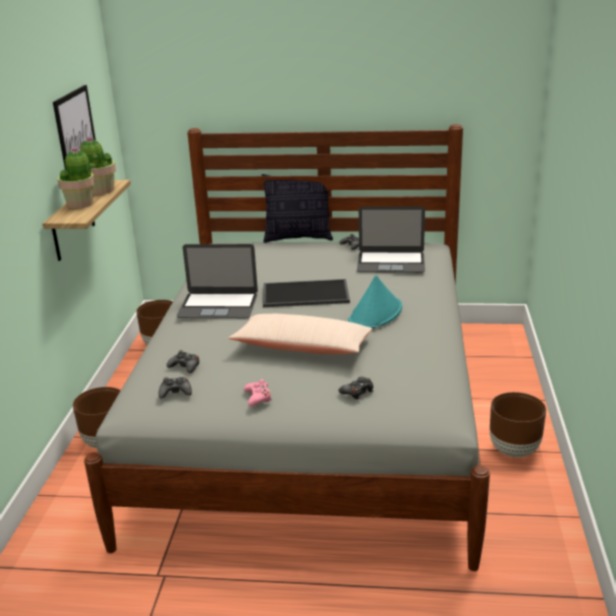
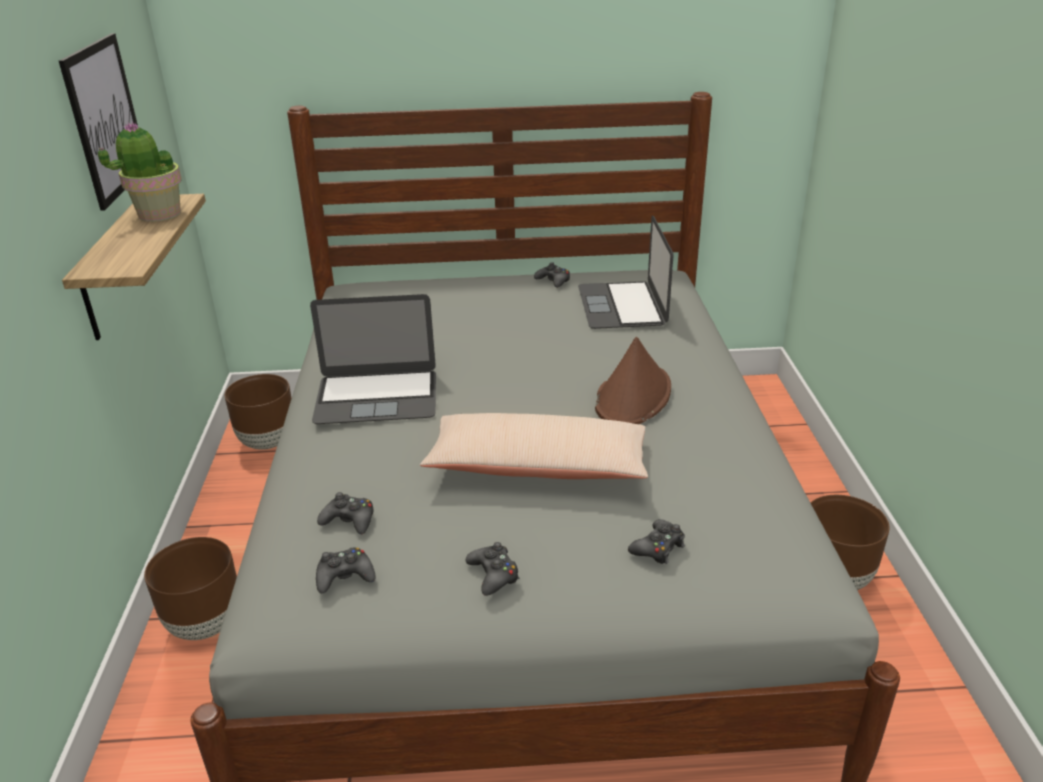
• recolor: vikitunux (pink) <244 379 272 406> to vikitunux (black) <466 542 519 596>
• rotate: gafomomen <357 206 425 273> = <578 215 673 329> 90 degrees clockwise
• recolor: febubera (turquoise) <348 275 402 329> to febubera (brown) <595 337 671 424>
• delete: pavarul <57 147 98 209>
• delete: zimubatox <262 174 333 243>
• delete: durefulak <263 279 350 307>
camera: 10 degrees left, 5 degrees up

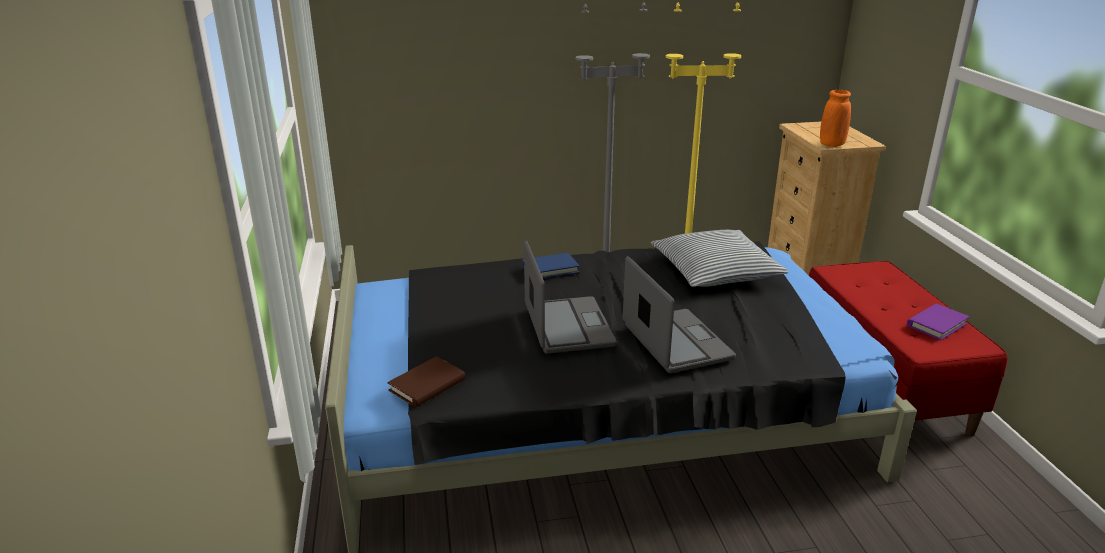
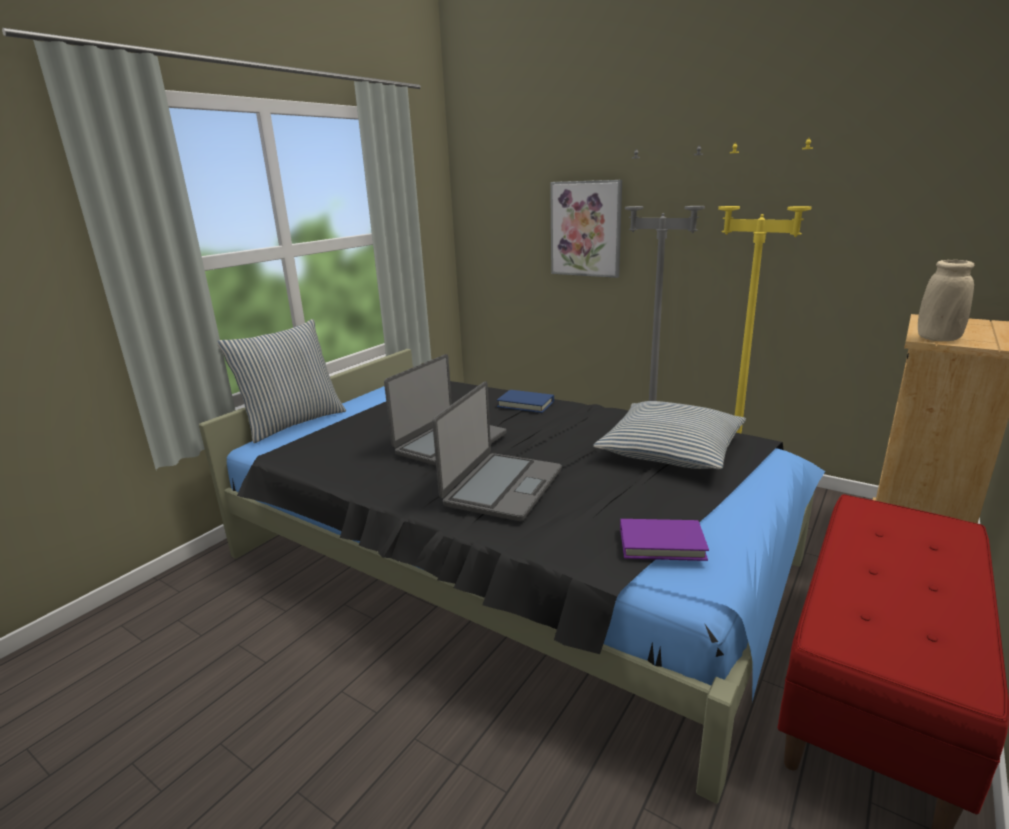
• insert: zimubatox <217 319 346 443>
• insert: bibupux <550 180 622 278>
• move: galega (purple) <907 304 970 340> to <620 519 709 561>
• recolor: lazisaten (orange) <820 90 851 147> to lazisaten (beige) <918 260 975 341>
• delete: galega (brown) <387 356 465 407>
camera: 45 degrees right, 5 degrees down

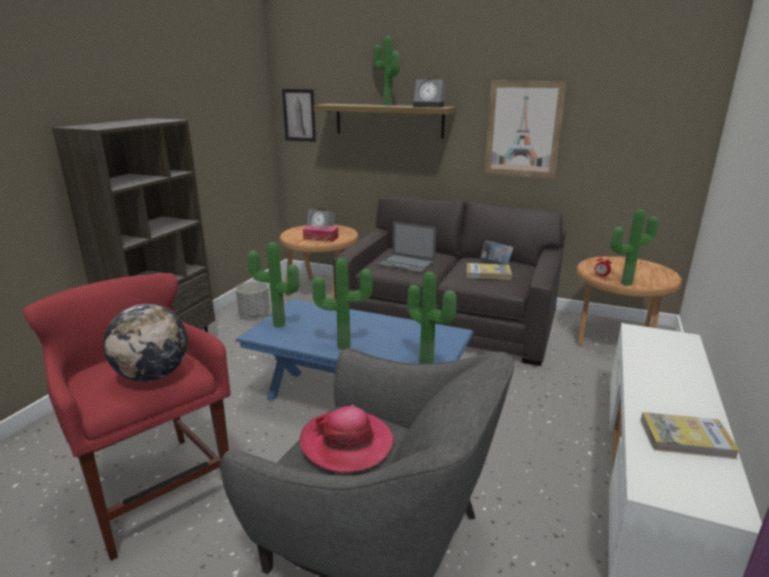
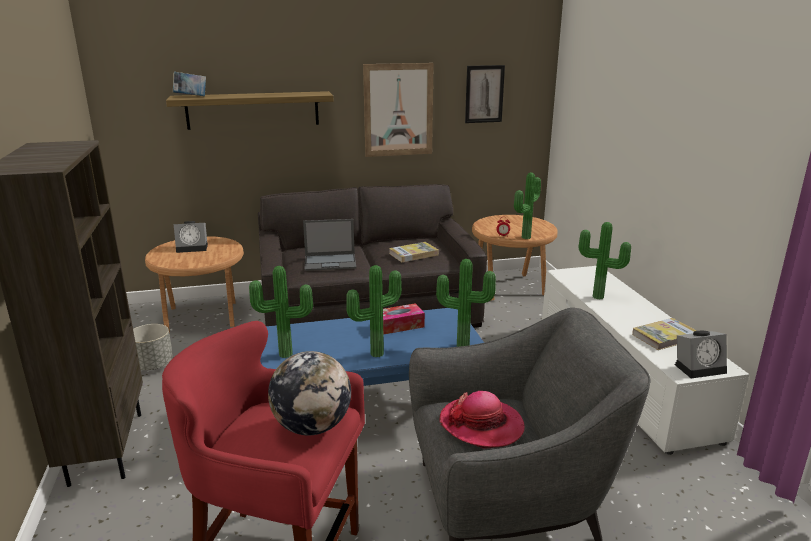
• move: galega <481 240 513 265> to <173 72 206 96>
• move: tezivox <303 225 338 242> to <383 303 425 335>
• move: bibupux <282 89 316 142> to <465 65 505 123>
• move: pavarul <373 36 400 106> to <579 222 631 300>
• move: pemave <413 78 446 108> to <675 331 727 379>
camera: 35 degrees left, 0 degrees up

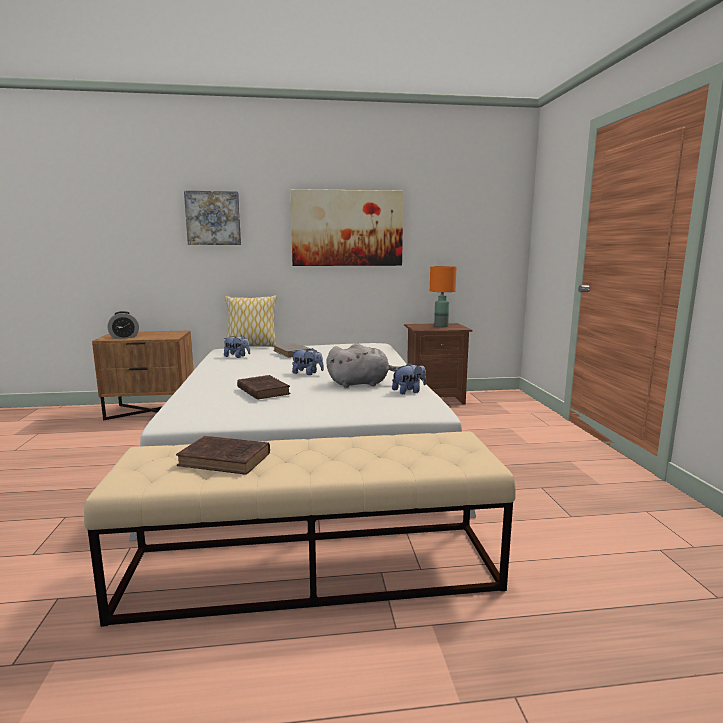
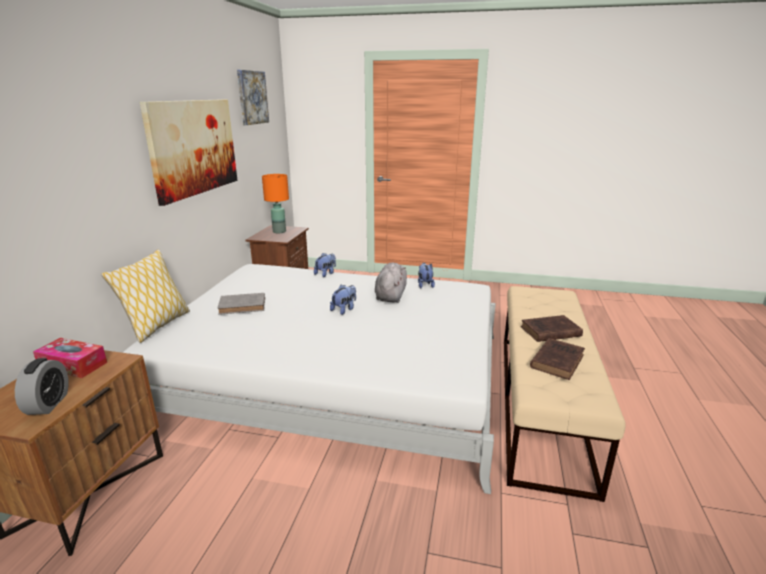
• insert: tezivox <33 338 107 378>
• move: bibupux <184 191 241 245> to <237 70 269 125>
• move: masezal <223 335 250 358> to <314 253 336 277>
• move: galega (brown) <237 375 291 400> to <521 315 583 342>
camera: 70 degrees left, 10 degrees up

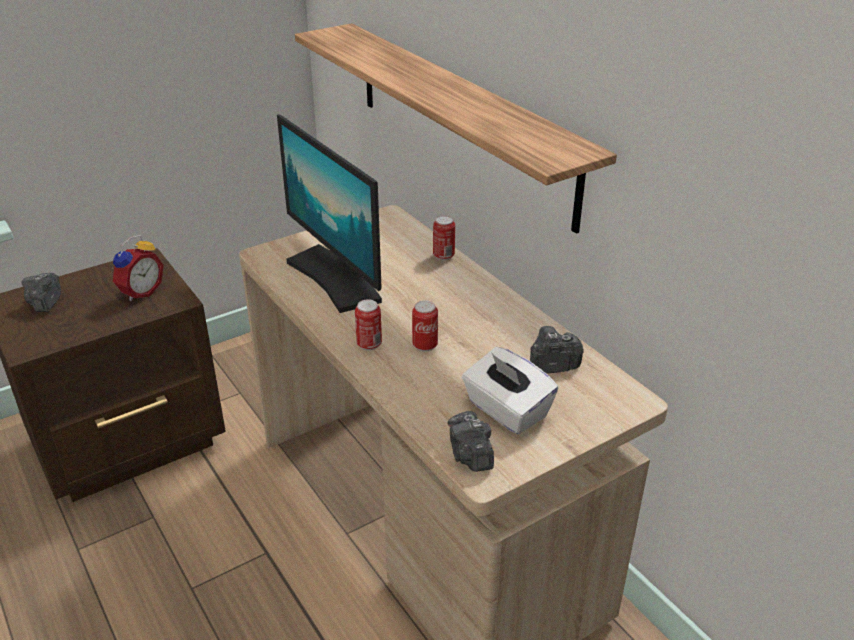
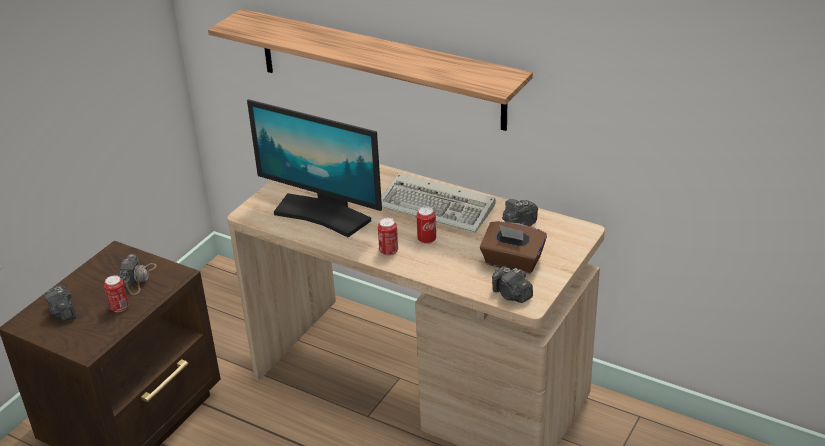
• move: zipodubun <433 216 455 260> to <104 275 129 312>
• replace: pemave <112 235 164 301> to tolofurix <117 254 156 295>
• insert: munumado <381 173 496 233>
• recolor: tezivox (white) <462 347 558 434> to tezivox (brown) <480 221 547 274>
camera: 25 degrees left, 0 degrees up

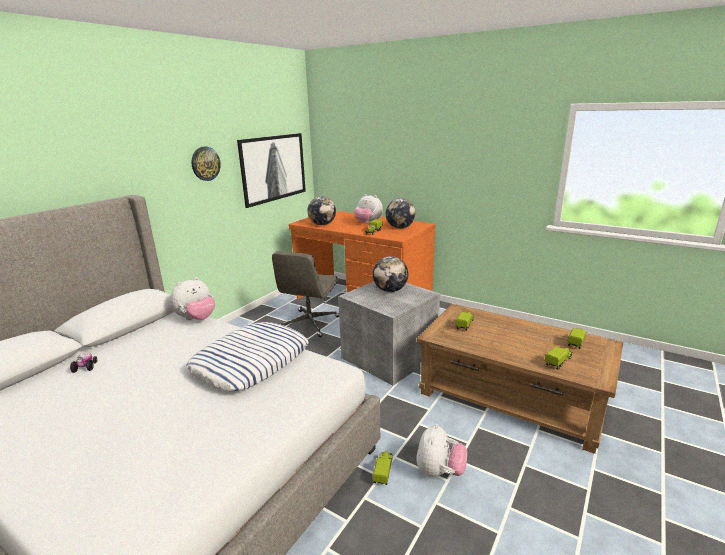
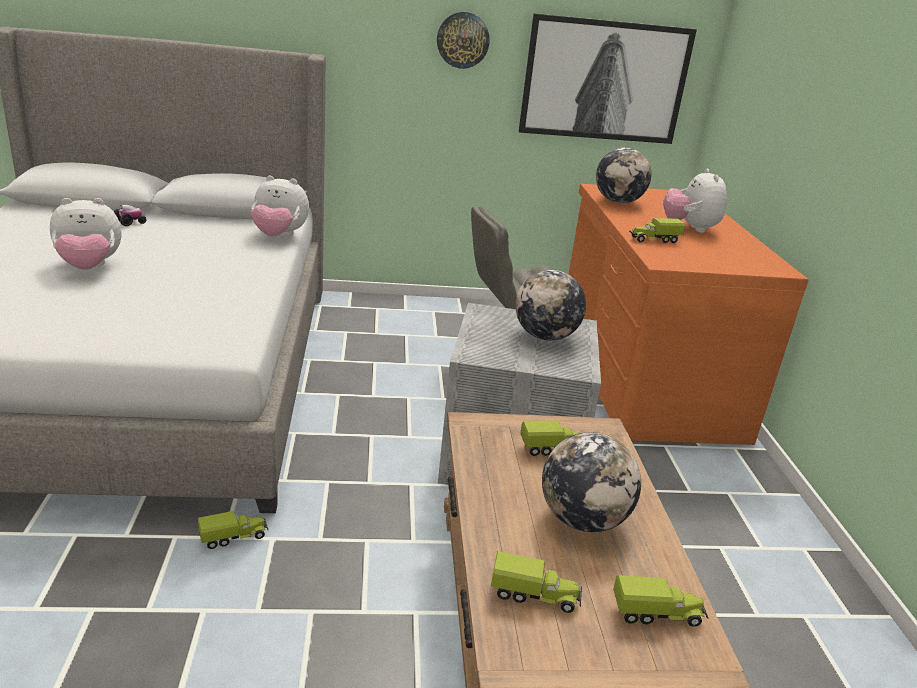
• move: masezal <416 423 467 478> to <50 198 122 270>
• move: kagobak <386 198 415 228> to <542 432 641 532>
• delete: zimubatox <186 322 309 391>
camera: 50 degrees right, 5 degrees up

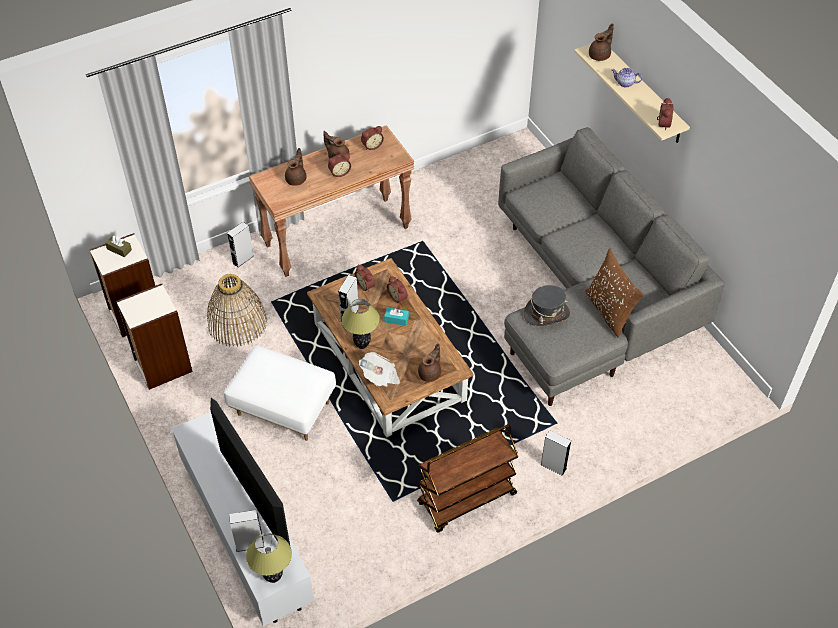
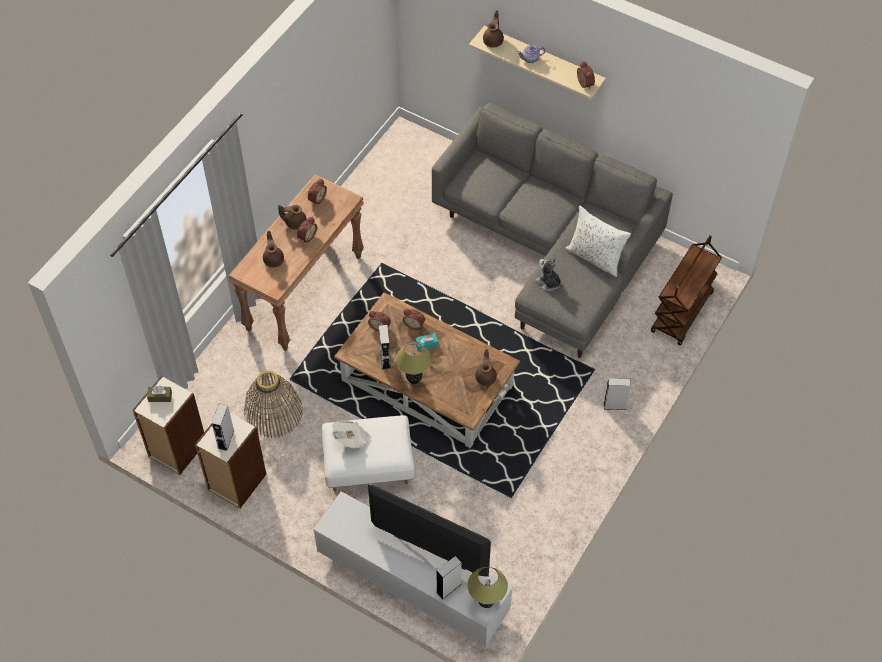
• move: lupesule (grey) <227 222 254 267> to <212 403 234 451>
• move: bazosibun <359 352 400 387> to <331 421 372 449>
• replace: febubera (grey) <524 285 570 326> to masezal <535 257 563 291>
• recolor: zimubatox (brown) <585 249 644 338> to zimubatox (white) <566 206 631 277>
• move: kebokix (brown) <417 424 519 533> to <651 235 722 346>
camera: 30 degrees left, 5 degrees up

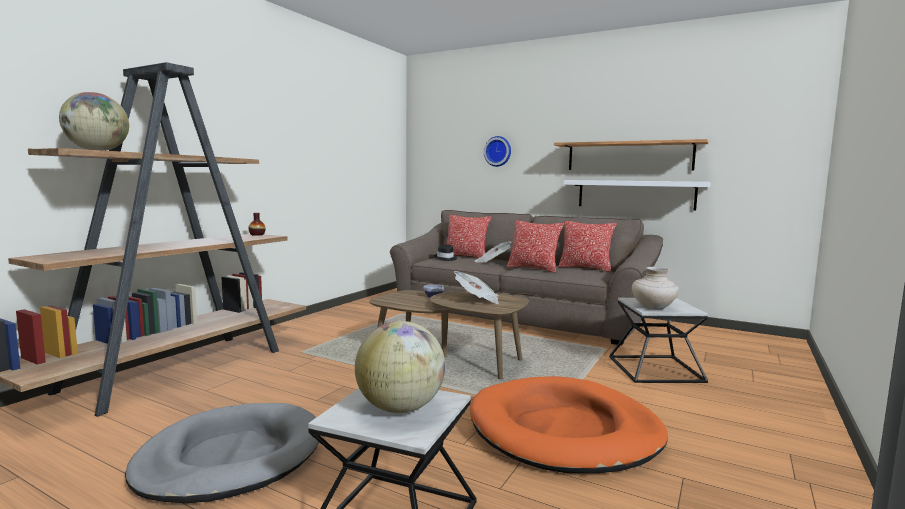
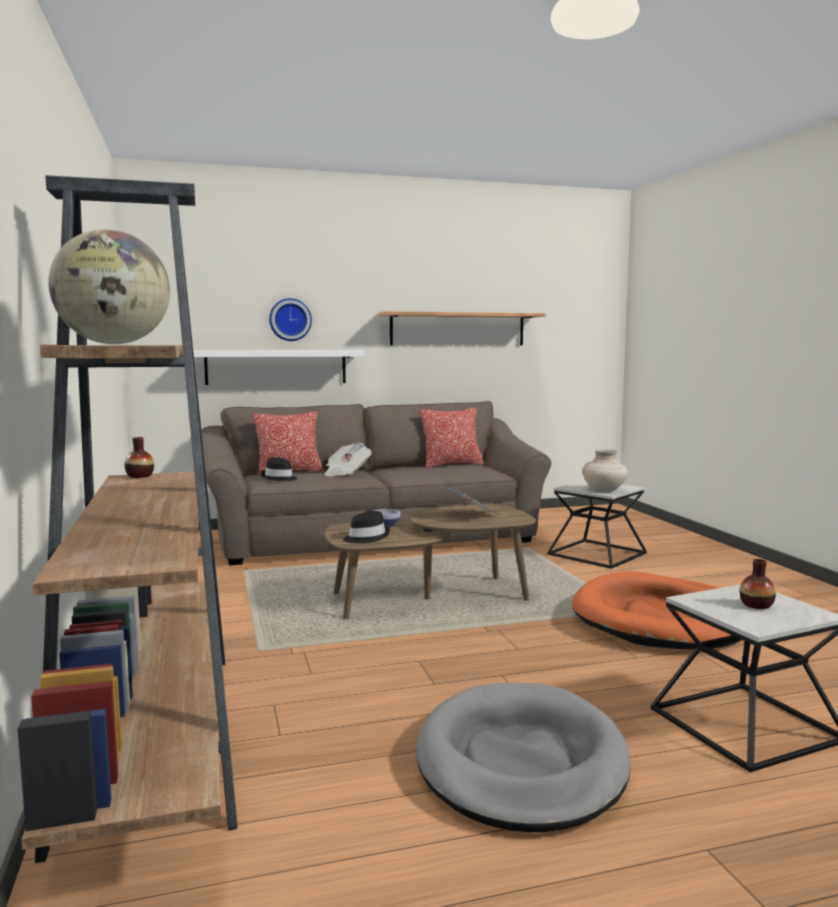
• move: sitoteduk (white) <563 180 710 211> to <193 350 364 385>
• insert: febubera (black) <343 511 390 543>
• replace: kagobak <355 321 445 413> to lazisaten <740 559 776 609>
• delete: zimubatox <507 220 564 273>
camera: 45 degrees left, 0 degrees up

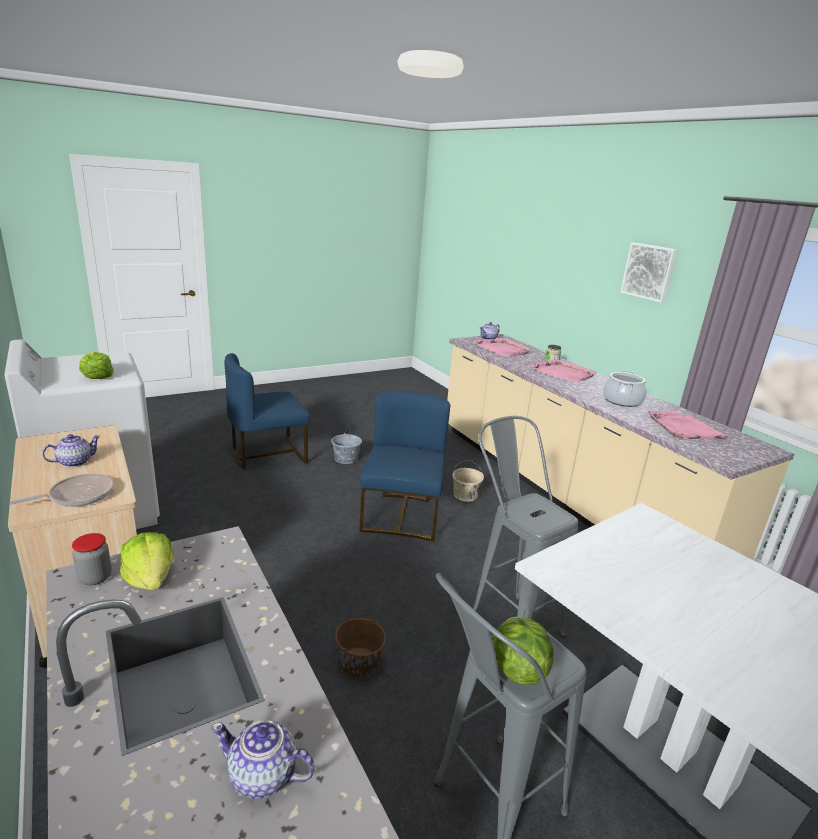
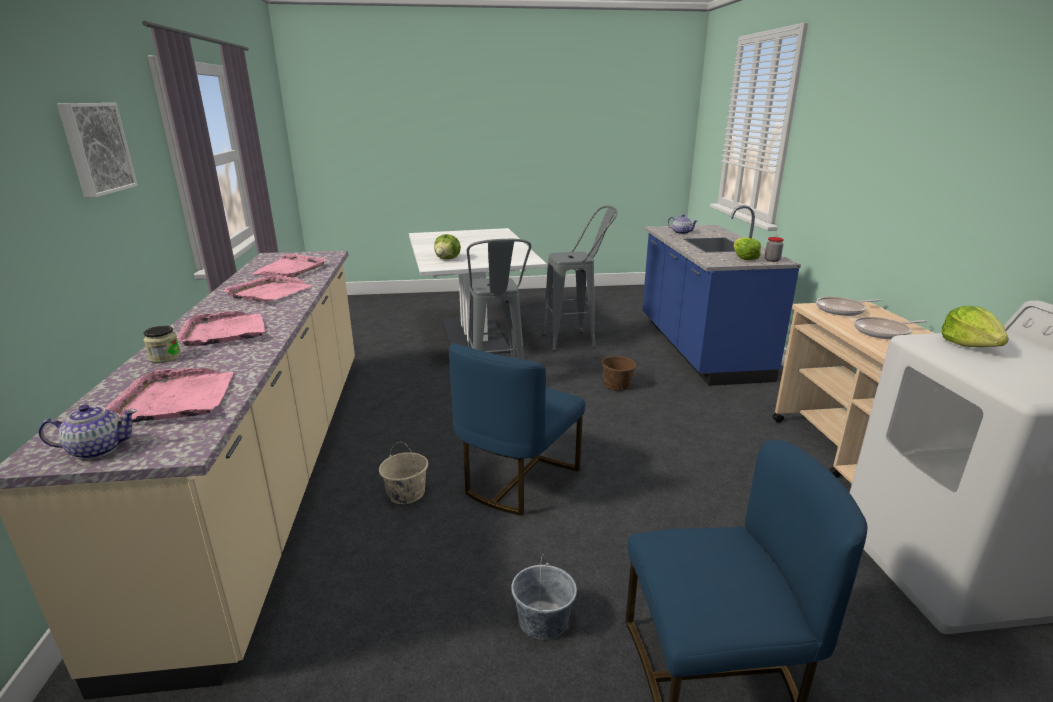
• replace: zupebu <603 370 646 407> to durefulak (pink) <223 275 313 302>
• move: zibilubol <492 617 554 685> to <434 234 461 259>
• replace: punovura <42 434 101 467> to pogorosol <854 317 927 339>
camera: 155 degrees left, 0 degrees up

